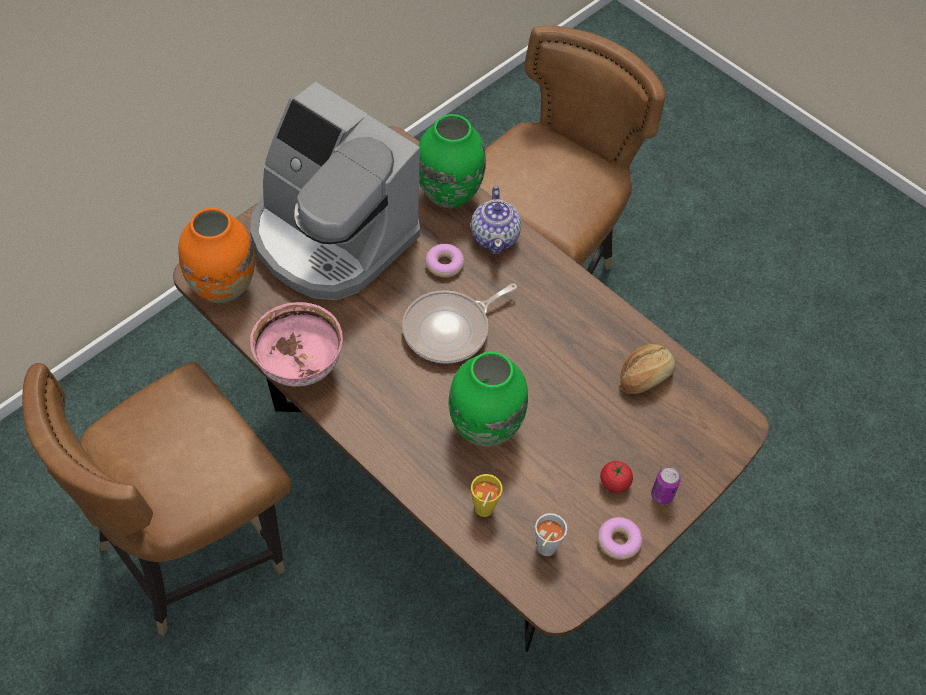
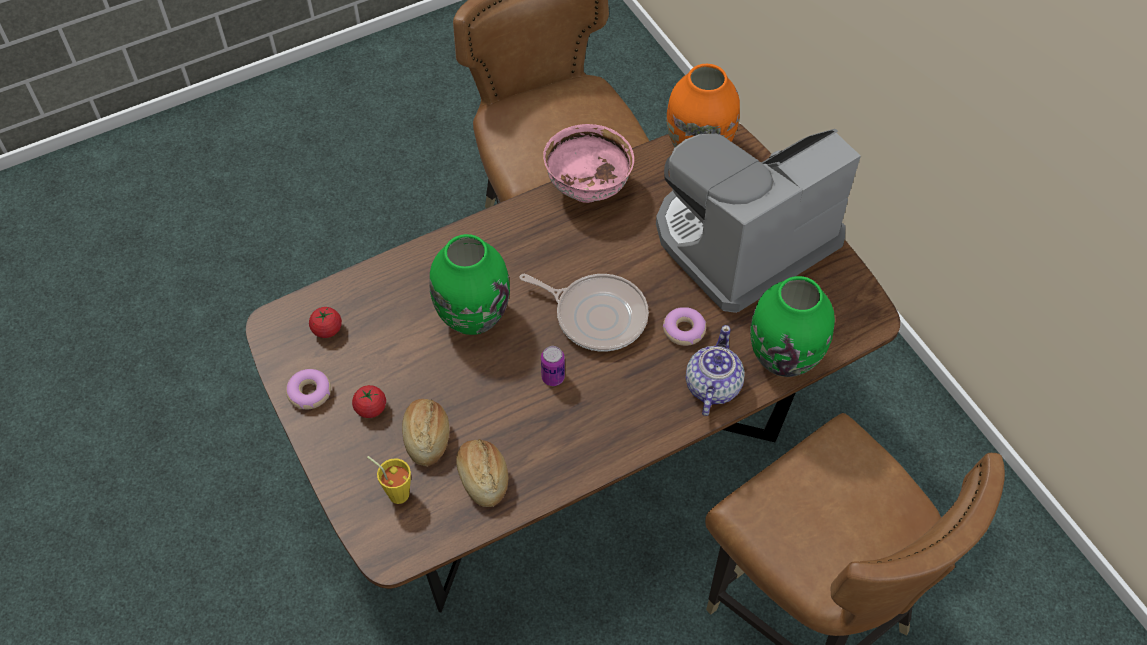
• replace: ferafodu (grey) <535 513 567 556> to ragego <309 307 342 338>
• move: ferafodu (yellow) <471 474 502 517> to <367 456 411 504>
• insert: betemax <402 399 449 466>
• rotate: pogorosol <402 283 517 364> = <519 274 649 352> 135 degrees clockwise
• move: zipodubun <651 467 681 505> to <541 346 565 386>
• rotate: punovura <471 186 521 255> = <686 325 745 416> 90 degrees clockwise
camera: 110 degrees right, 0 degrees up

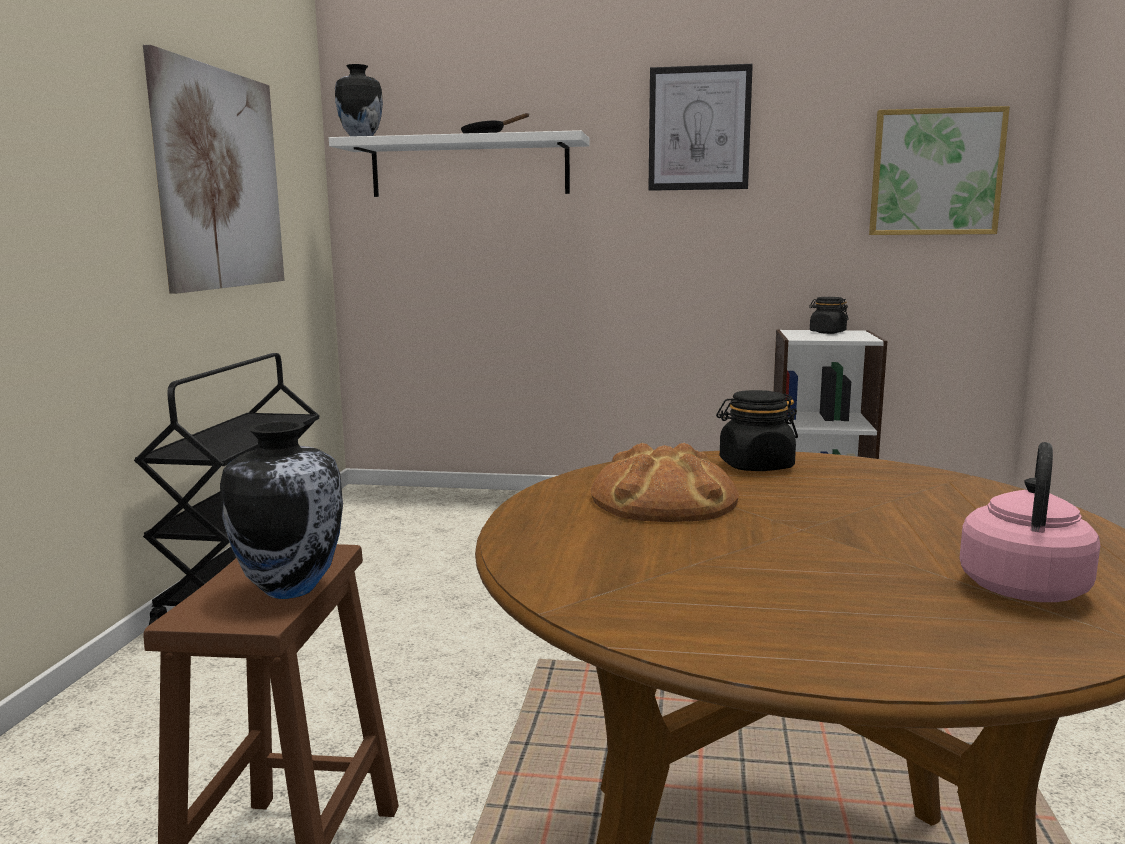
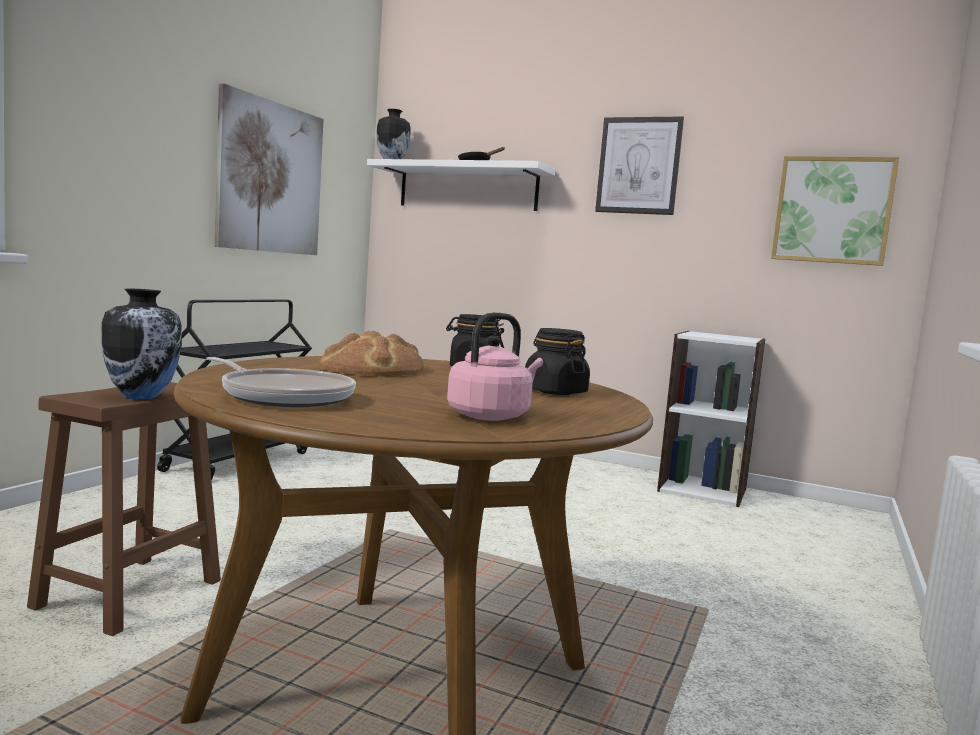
• insert: pogorosol <206 357 356 407>
• move: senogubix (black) <809 297 848 334> to <525 328 590 395>
camera: 15 degrees right, 5 degrees down

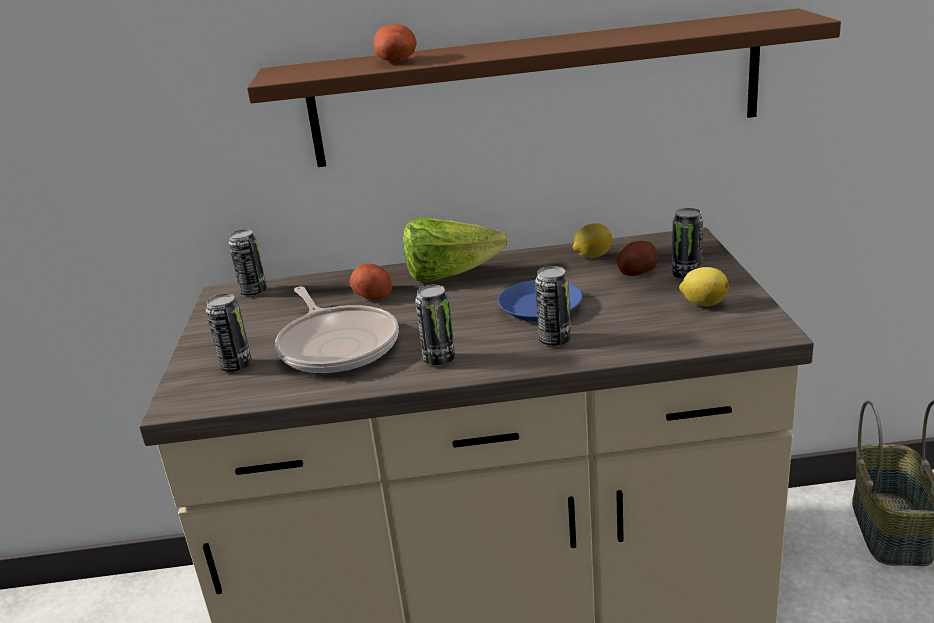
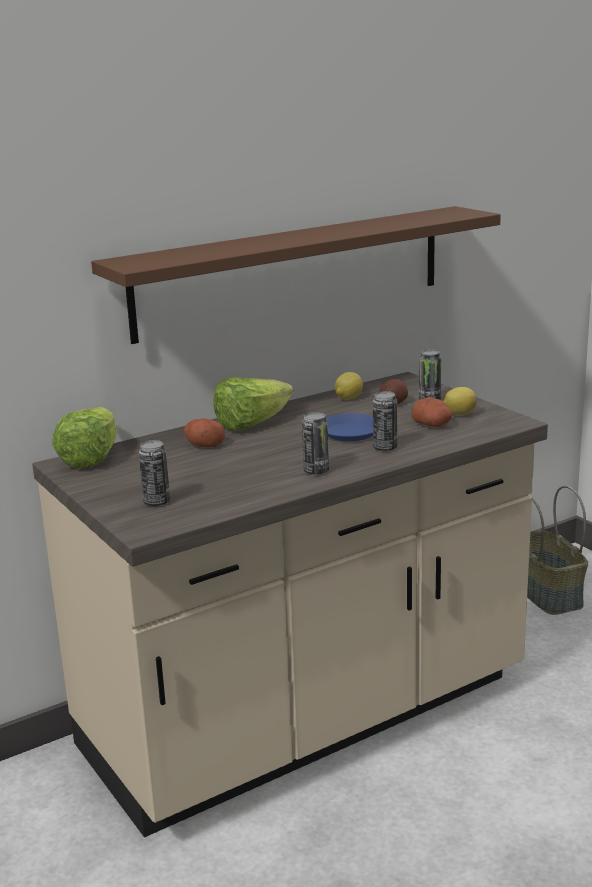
• replace: zipodubun <229 229 267 296> to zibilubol <52 407 117 469>
• move: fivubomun <373 24 417 62> to <412 397 452 427>
• delete: pogorosol <275 286 399 374>
camera: 30 degrees left, 5 degrees down

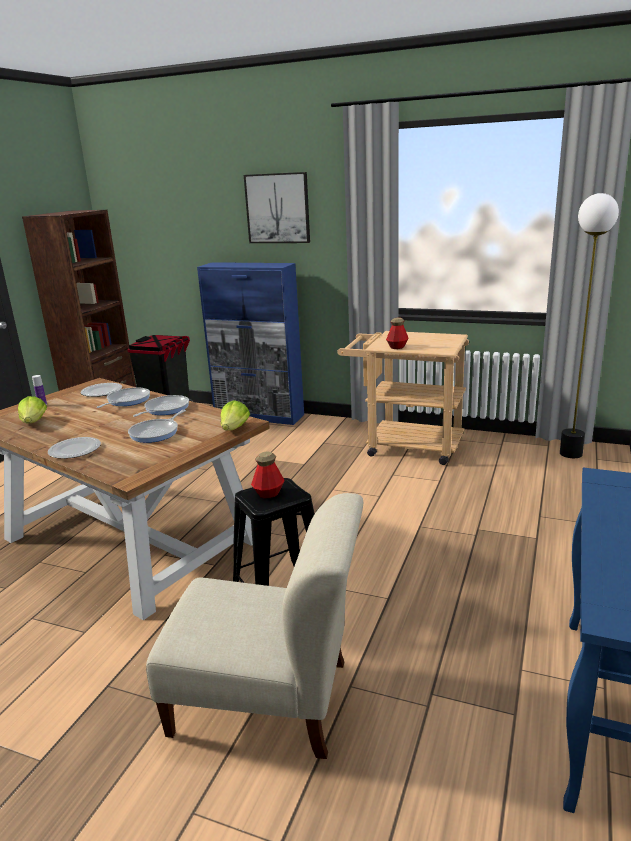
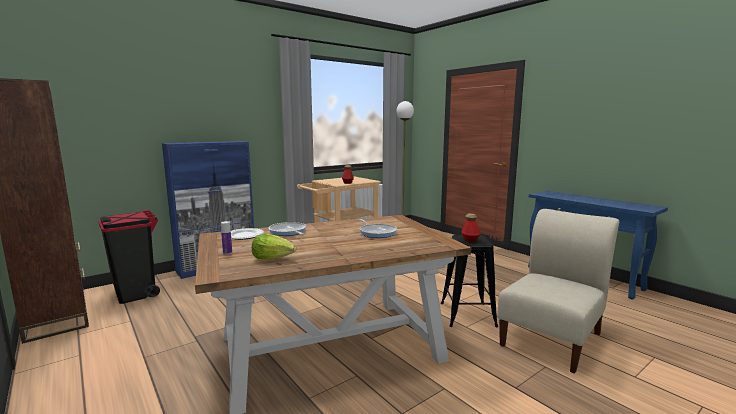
• delete: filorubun <48 437 101 459>
• delete: pogorosol <133 395 189 417>
• delete: zibilubol <221 400 250 431>
• delete: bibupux <244 172 310 243>
camera: 60 degrees left, 10 degrees down

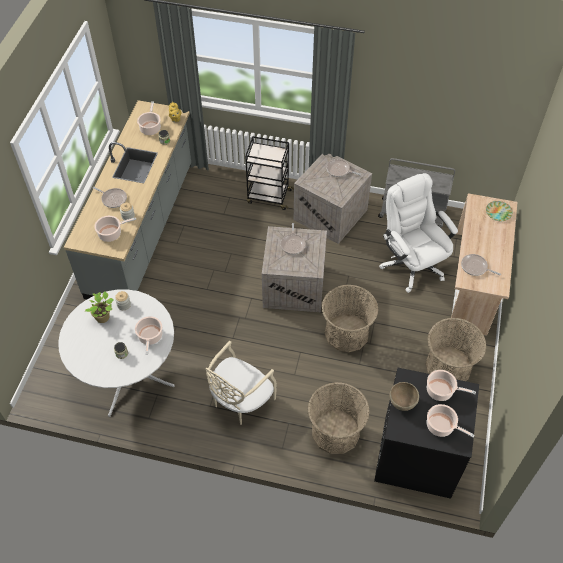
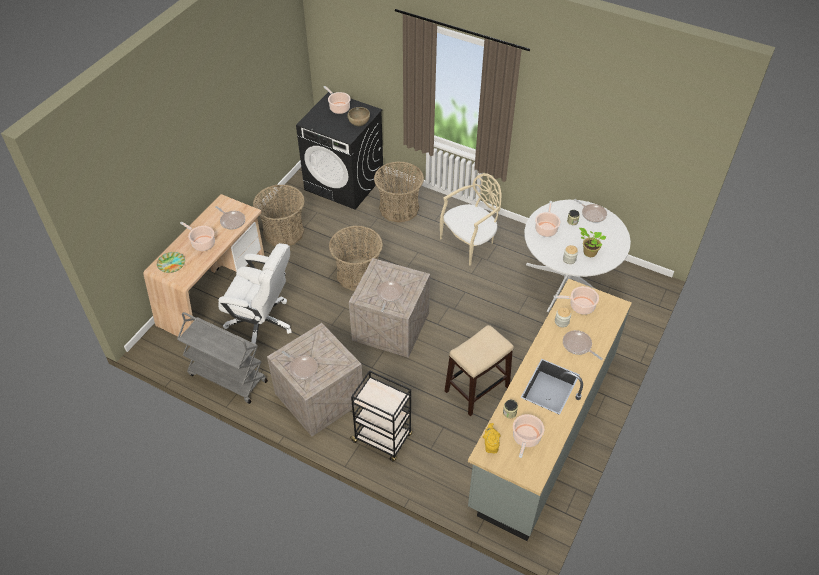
• move: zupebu <427 370 476 401> to <180 221 215 251>
• rotate: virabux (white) <379 173 458 293> = <218 243 292 344> 60 degrees counterclockwise
• insert: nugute <445 325 514 416>
• insert: pogorosol <574 199 607 223>
camera: 165 degrees left, 5 degrees down

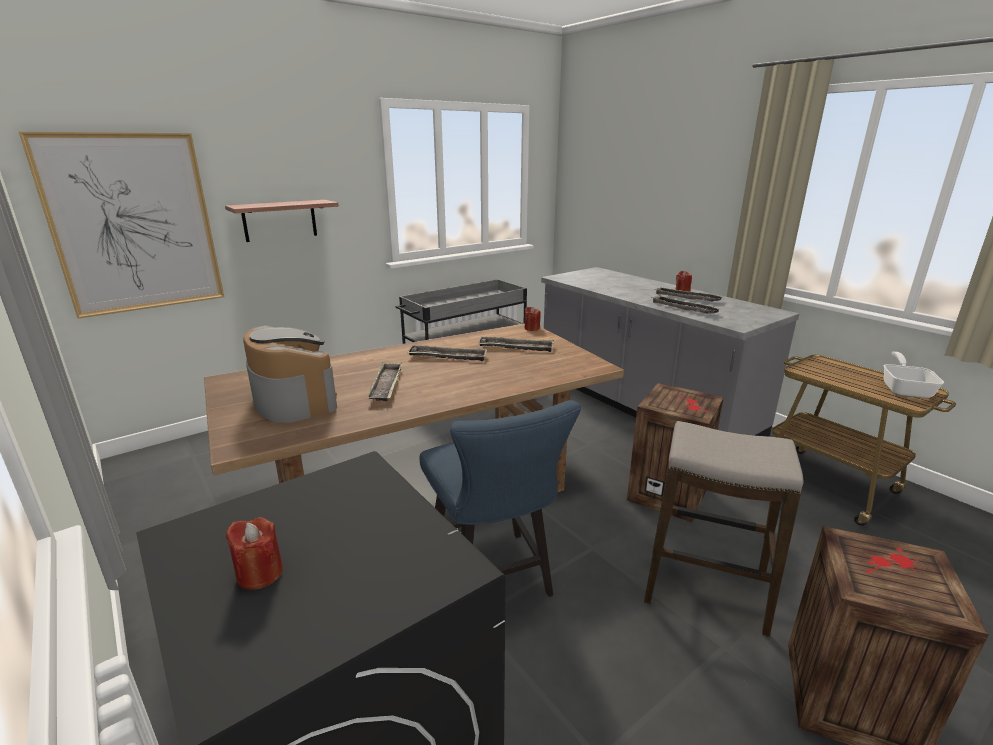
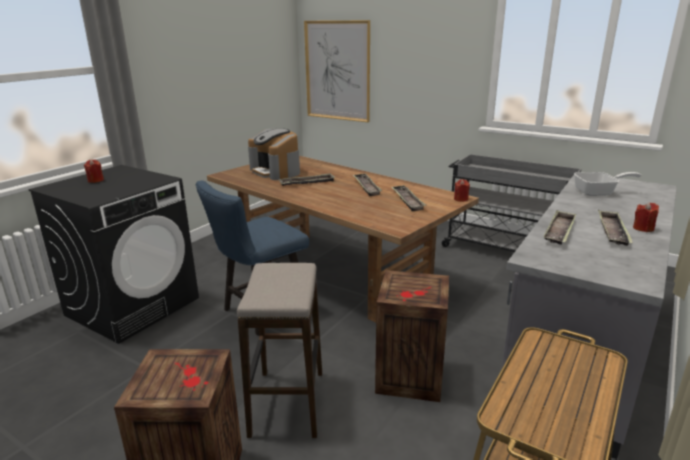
• rotate: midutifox <243 324 337 423> = <248 128 300 180> 105 degrees clockwise
• move: pogorosol <884 352 944 398> to <574 172 641 196>
• delete: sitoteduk <225 200 339 242>
camera: 70 degrees right, 0 degrees up

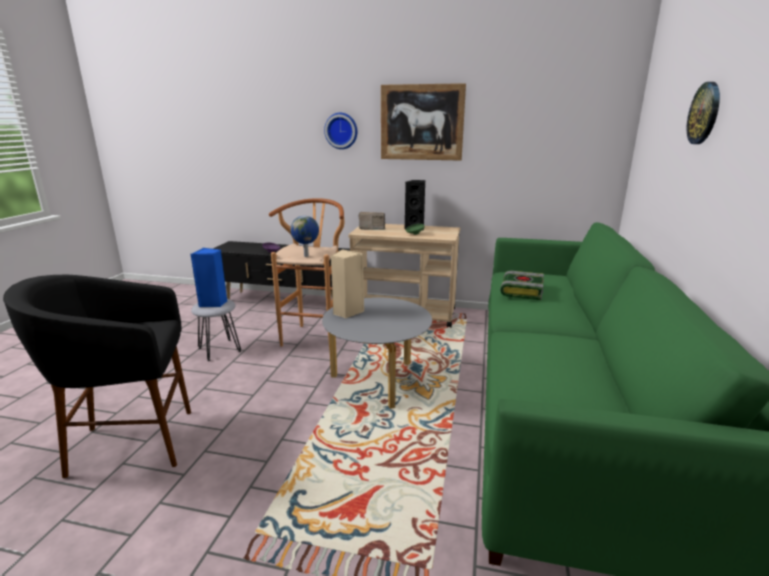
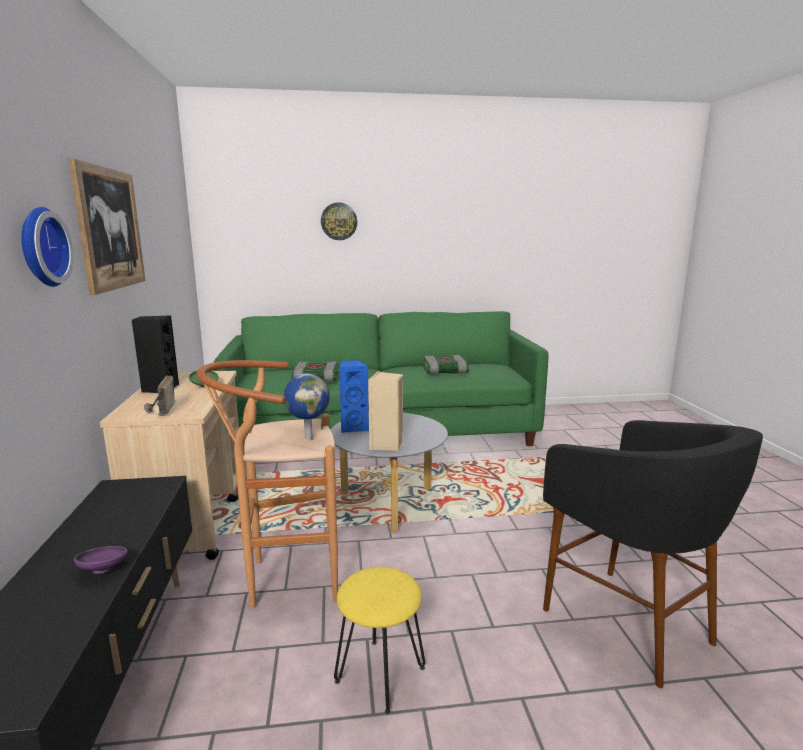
• recolor: nugute (grey) <191 299 241 361> to nugute (yellow) <334 567 425 714>
• move: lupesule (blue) <191 248 227 307> to <339 360 369 433>
• insert: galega <423 355 469 374>
camera: 110 degrees left, 5 degrees down

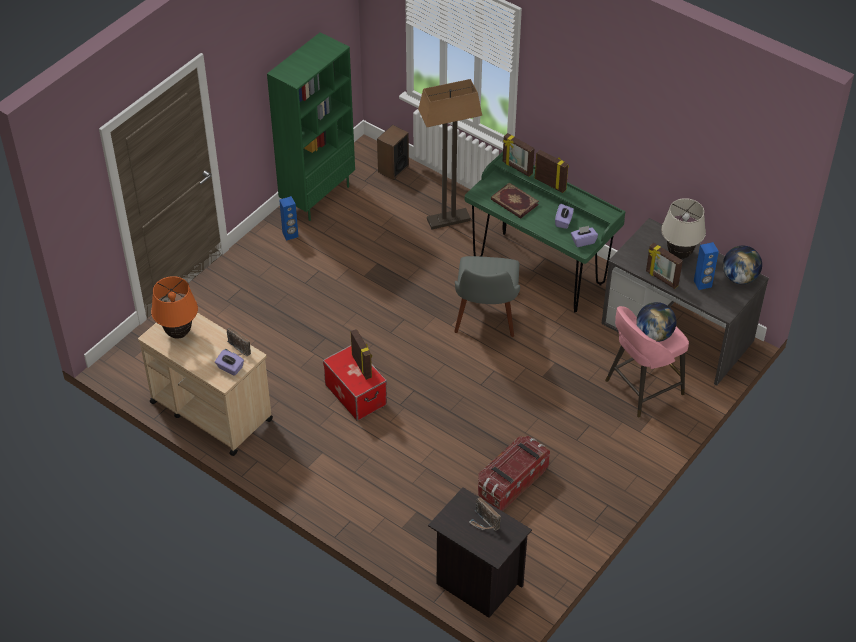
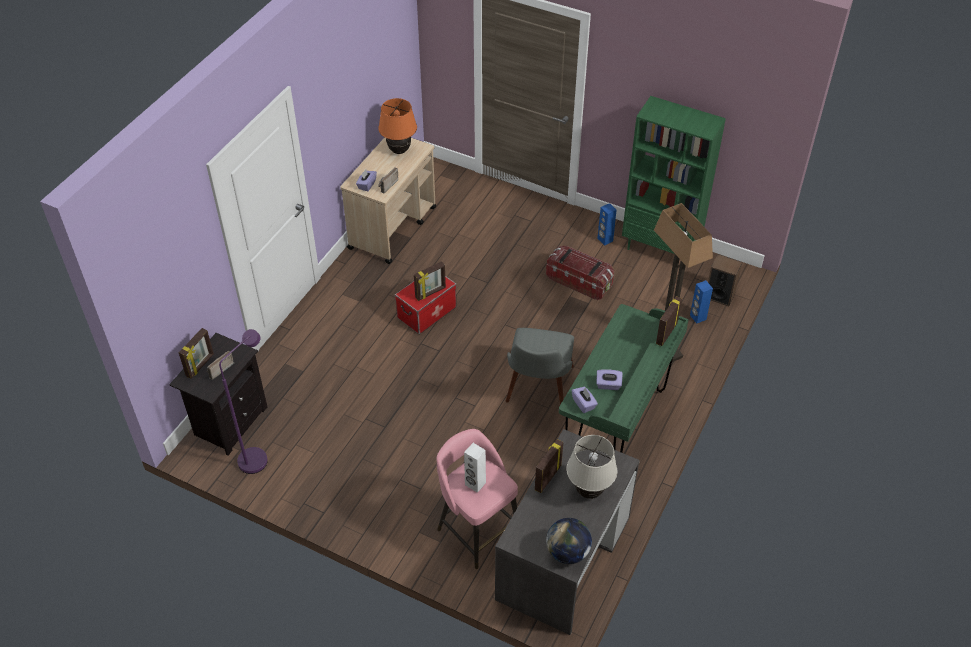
• move: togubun <535 150 569 193> to <179 328 214 379>
• insert: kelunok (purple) <219 329 268 474>
• replace: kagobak <636 302 676 342> to lupesule (white) <464 443 486 493>
• rotate: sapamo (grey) <454 256 520 337> = <506 328 574 405> 75 degrees counterclockwise
• move: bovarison <478 436 550 511> to <546 246 614 301>
• move: lupesule (blue) <694 242 719 290> to <690 280 713 323>
• delete: galega <491 183 539 219>
camera: 80 degrees right, 0 degrees up

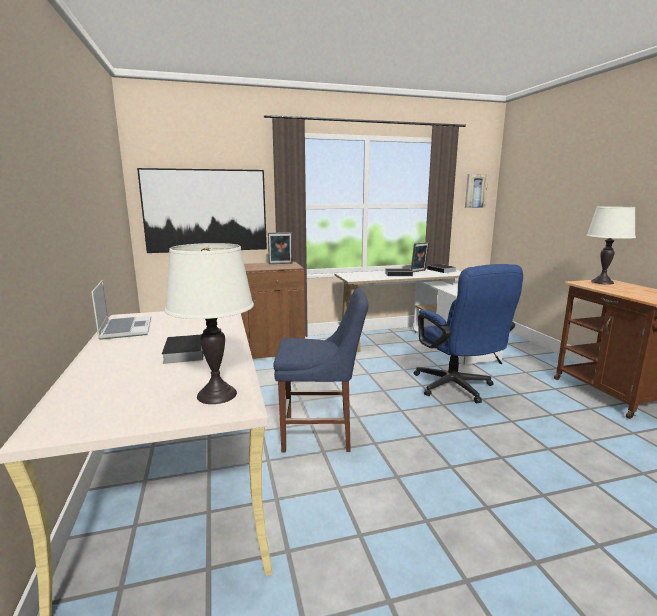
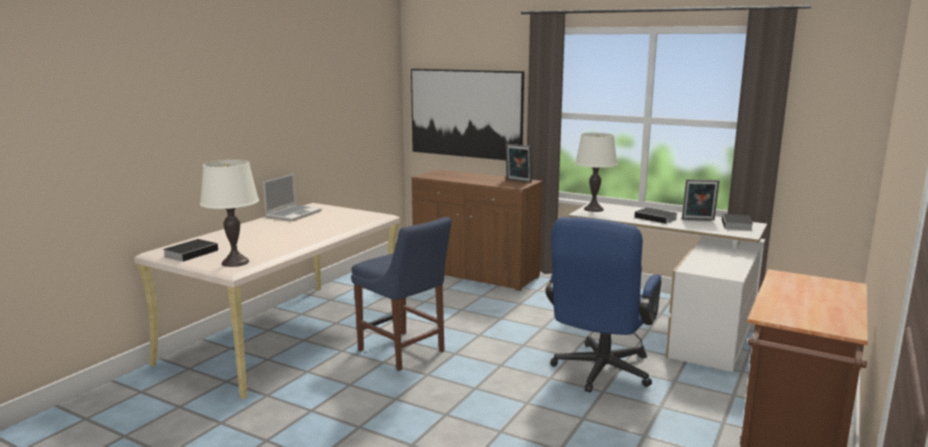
• move: galega <162 334 204 364> to <163 239 220 262>
• move: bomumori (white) <586 206 636 285> to <575 133 618 212>
• delete: bibupux <465 174 488 208>
camera: 45 degrees right, 0 degrees up

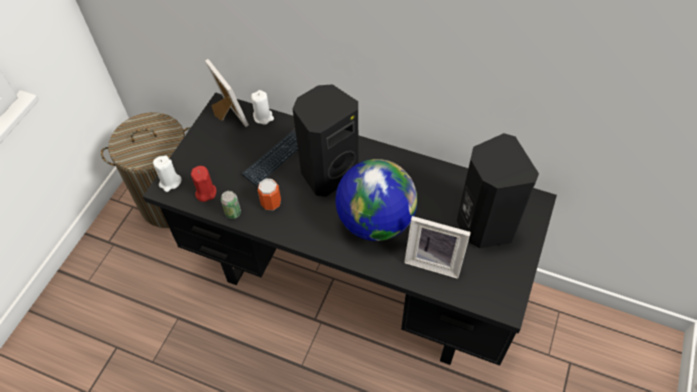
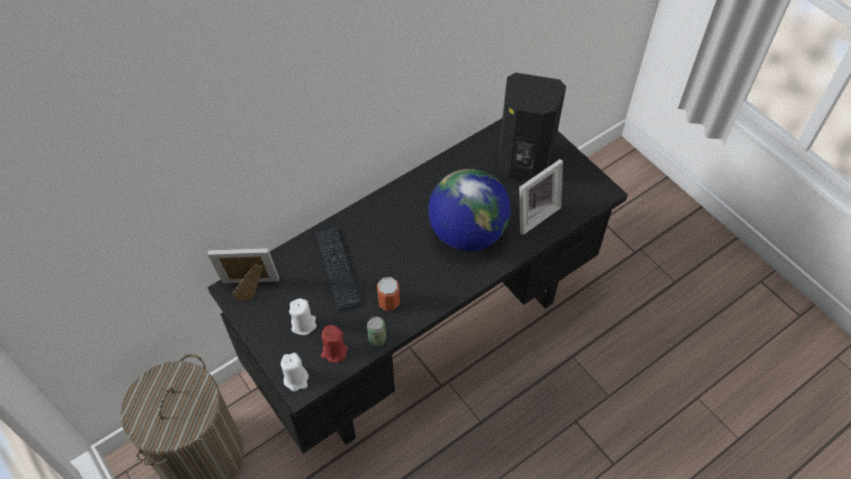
• move: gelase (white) <251 90 274 125> to <289 298 317 335>
• delete: lupesule (black) <292 84 359 197>
camera: 60 degrees left, 0 degrees up

